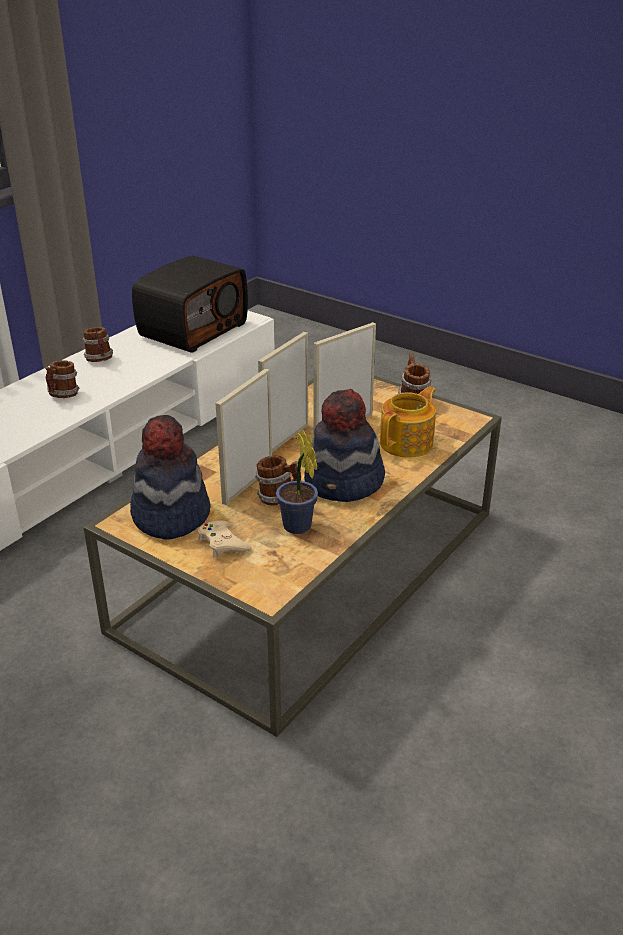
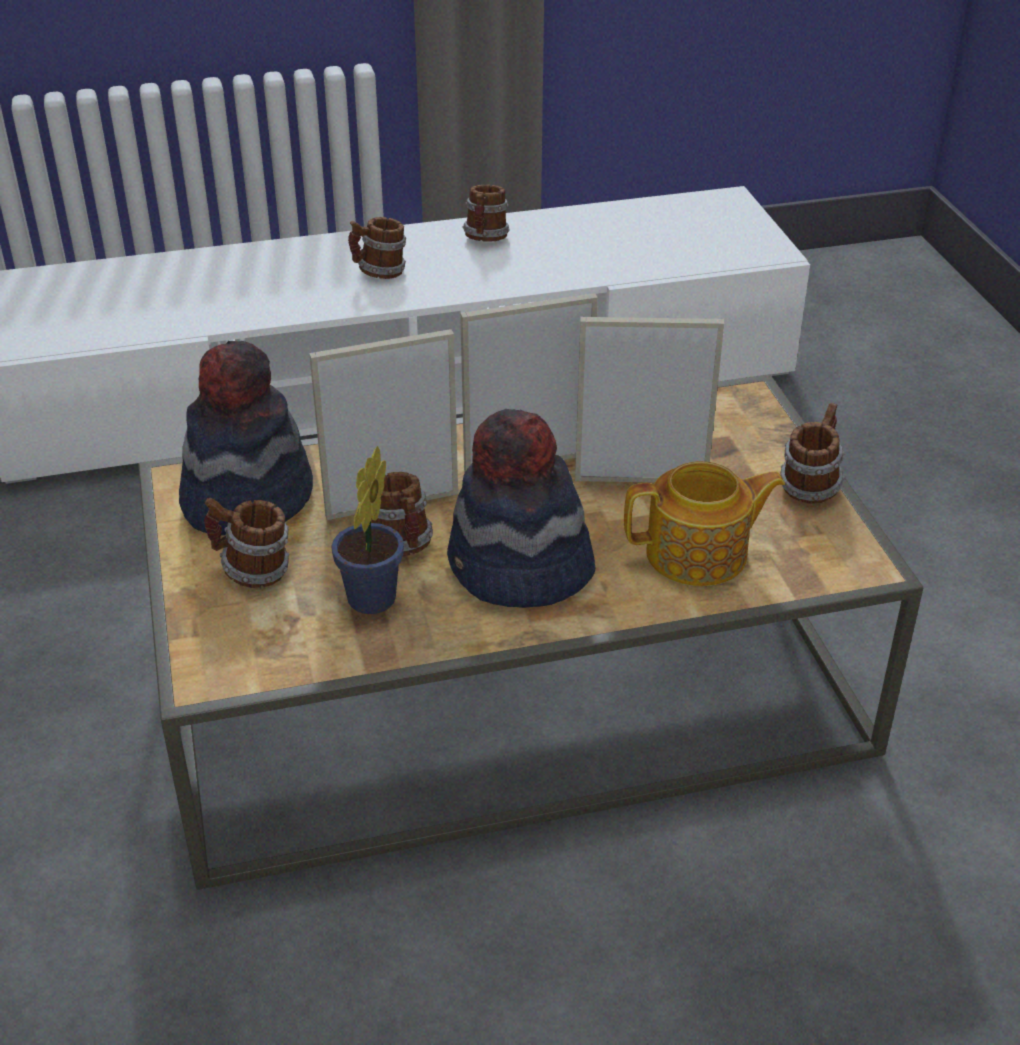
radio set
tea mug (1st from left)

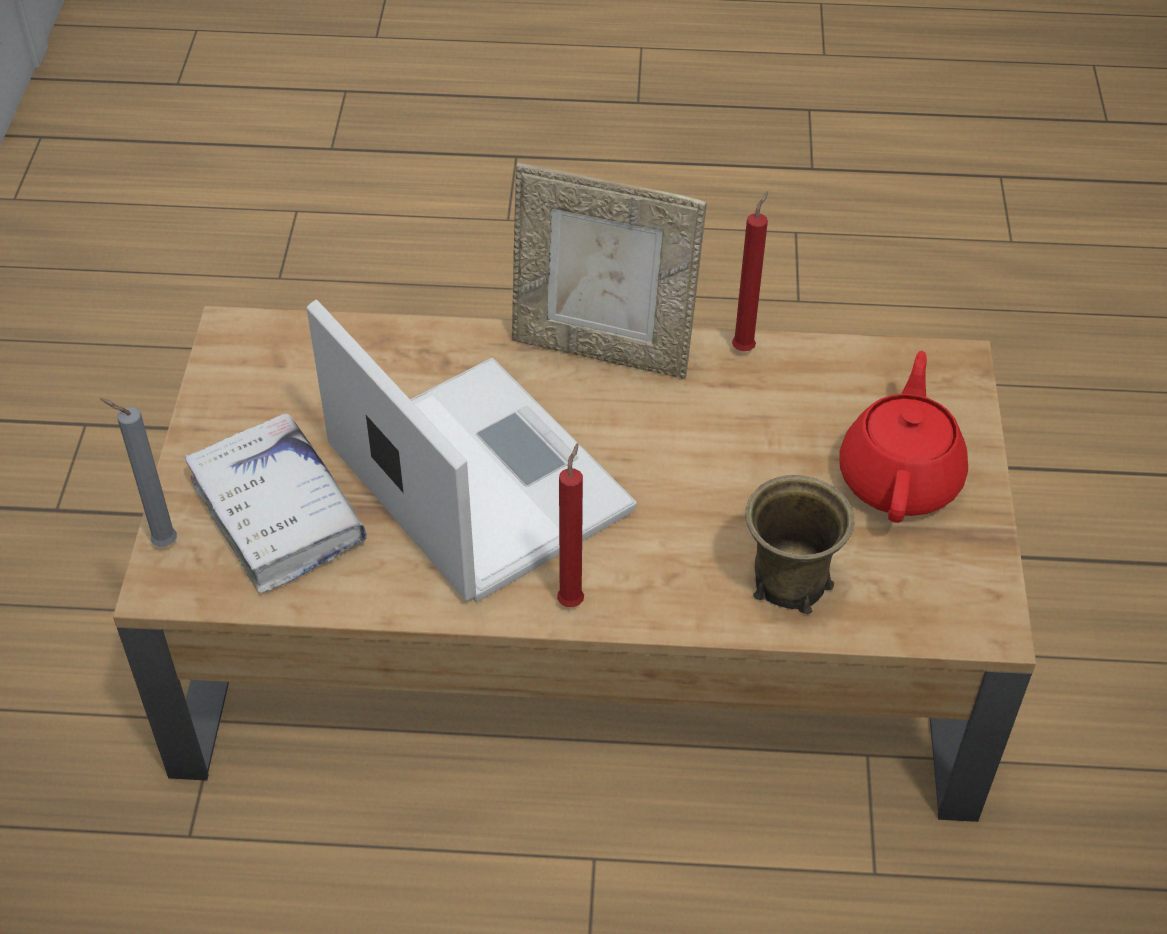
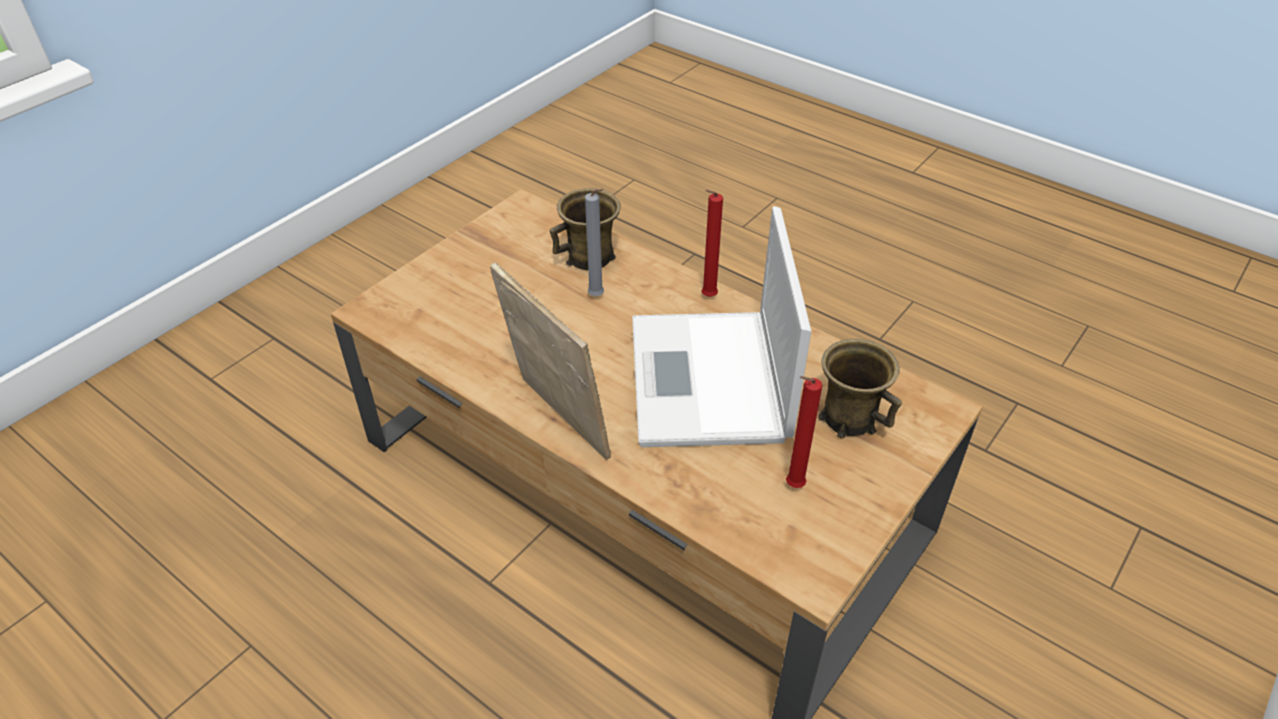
grey wax light
brown-coloured tea mug (2nd from left)
reddish wax light (2nd from left)
reddish teapot

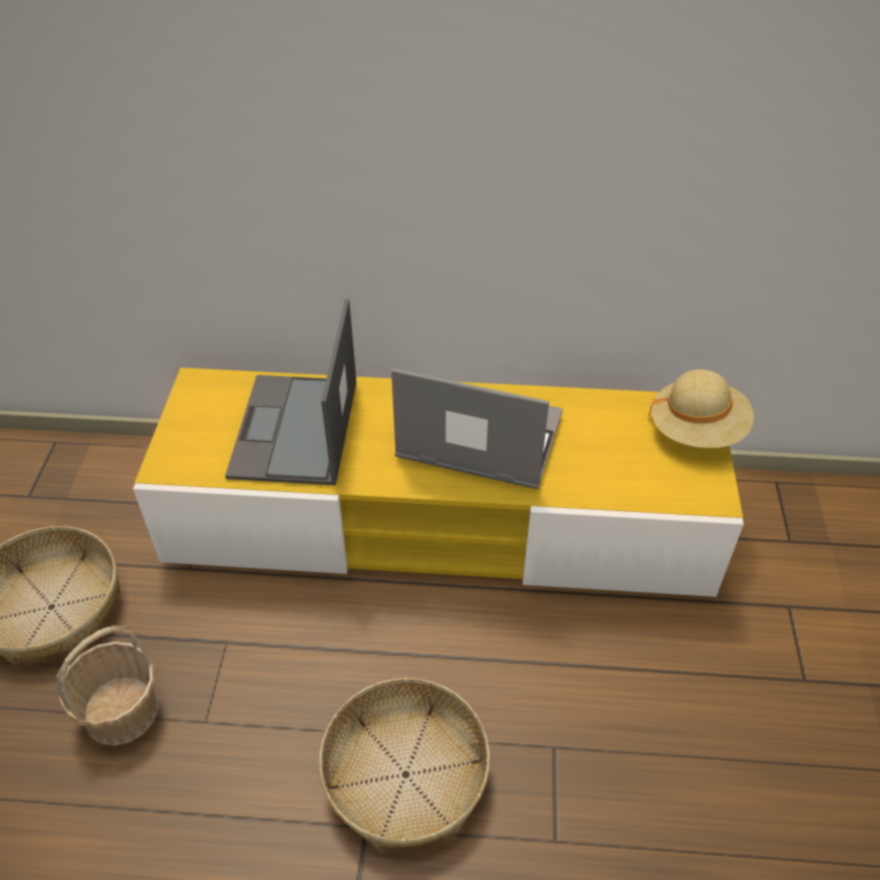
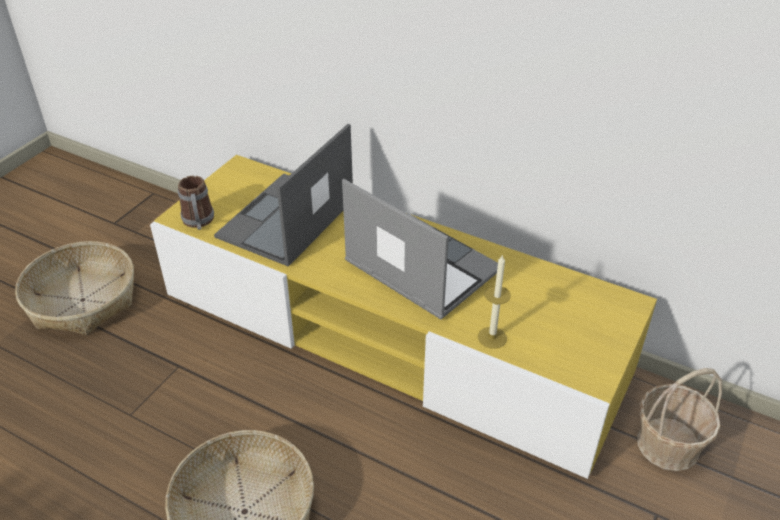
household basket (3rd from left)
beige hat
tea mug
wax light

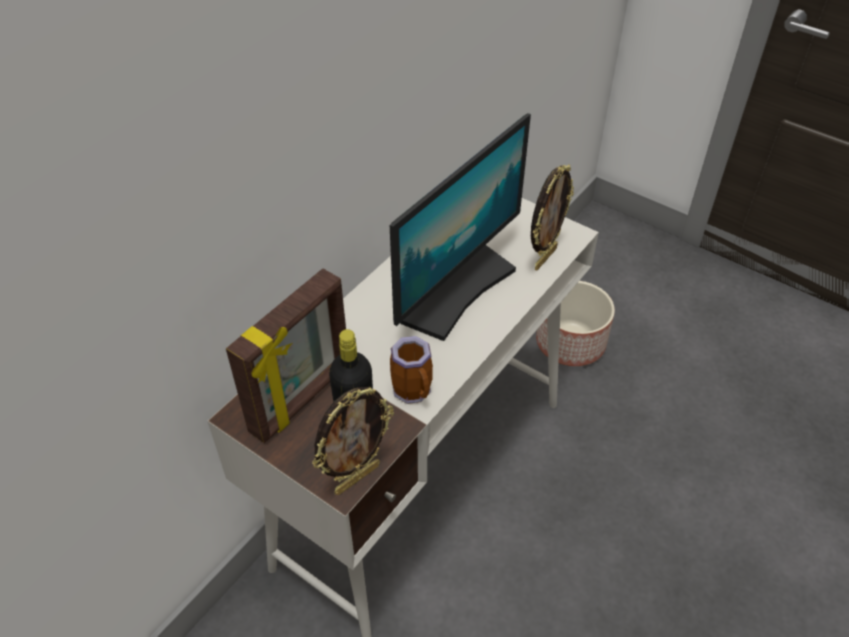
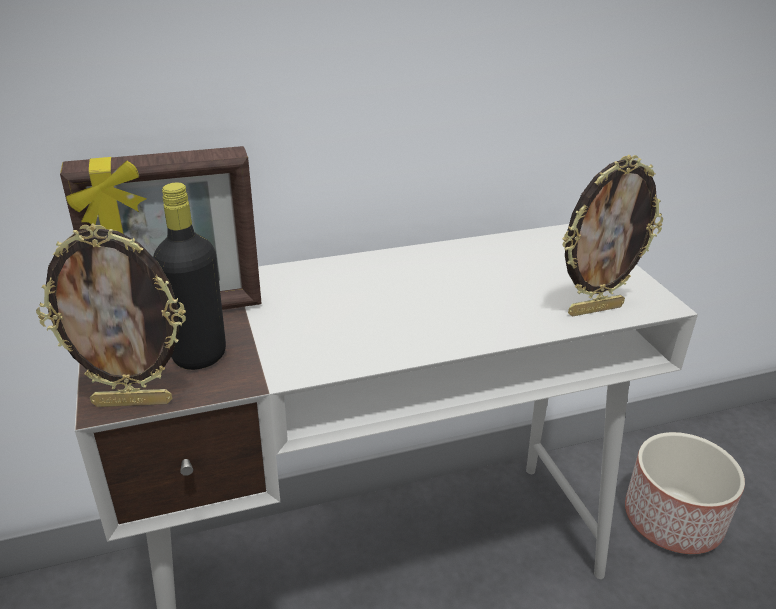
computer display
tea mug

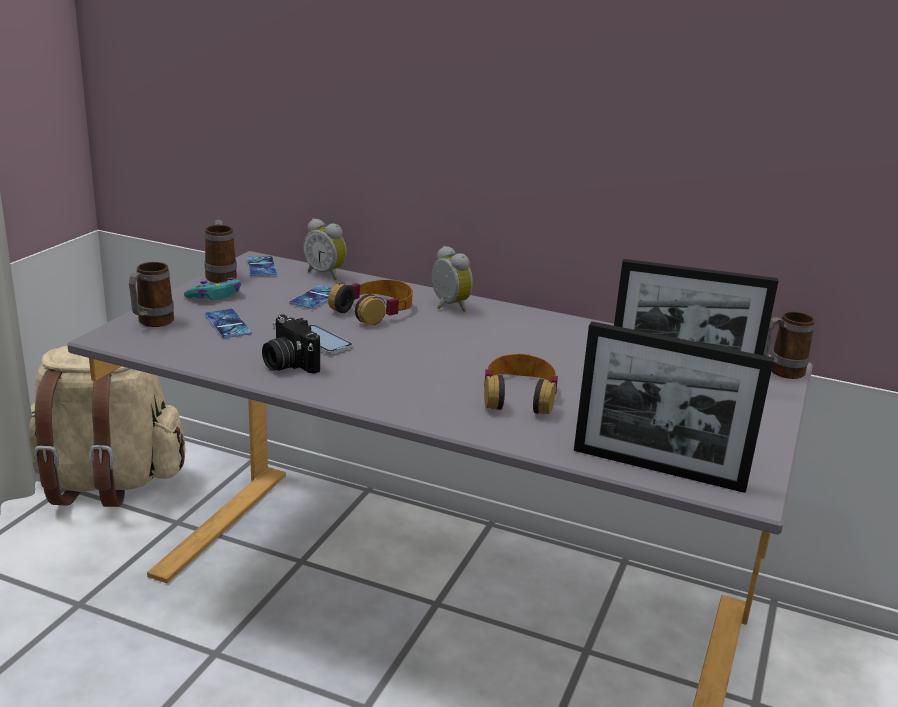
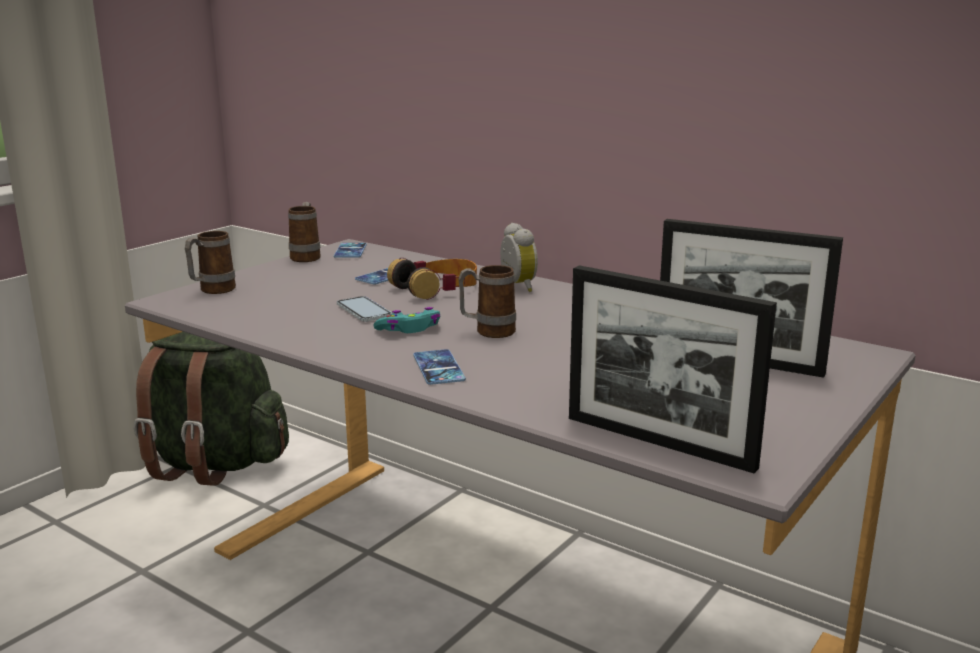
green rucksack
turquoise-coloured game controller
phone (4th from left)
still camera
bedside clock (1st from left in the first image)
pair of headphones (2nd from left in the first image)
tea mug (3rd from left)

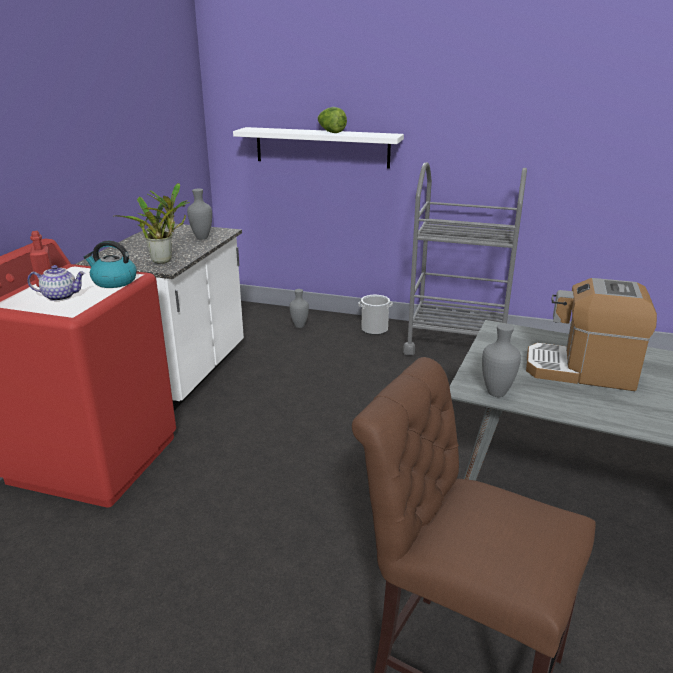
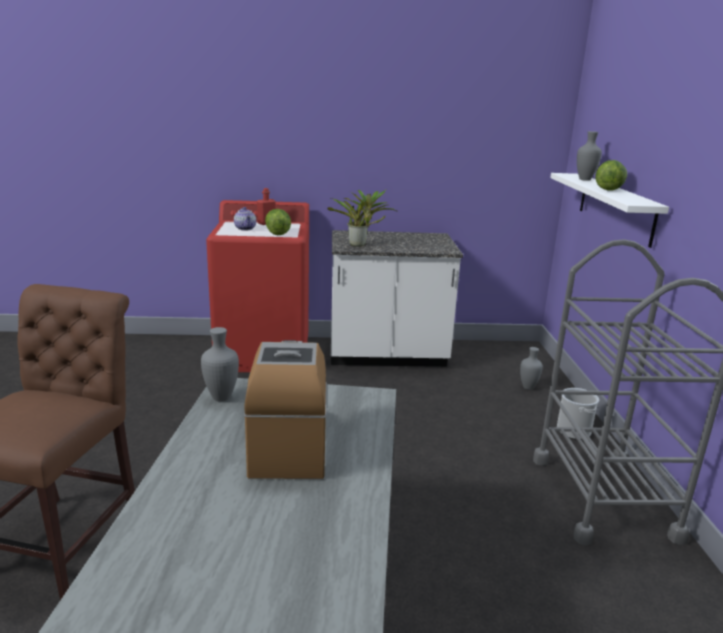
lettuce (1st from left)
grey flower vase (3rd from left)

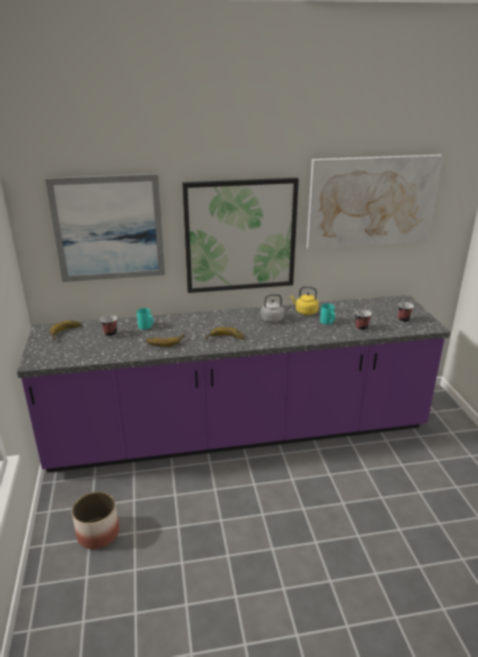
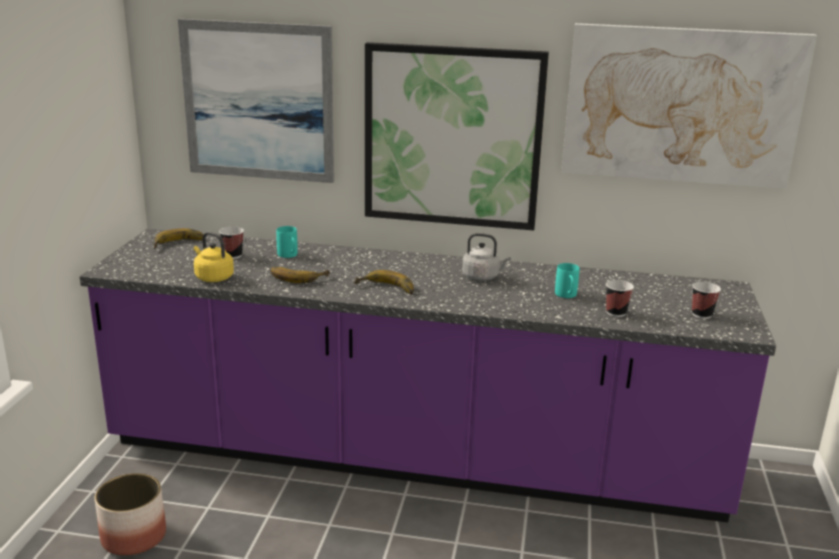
yellow-coloured water kettle

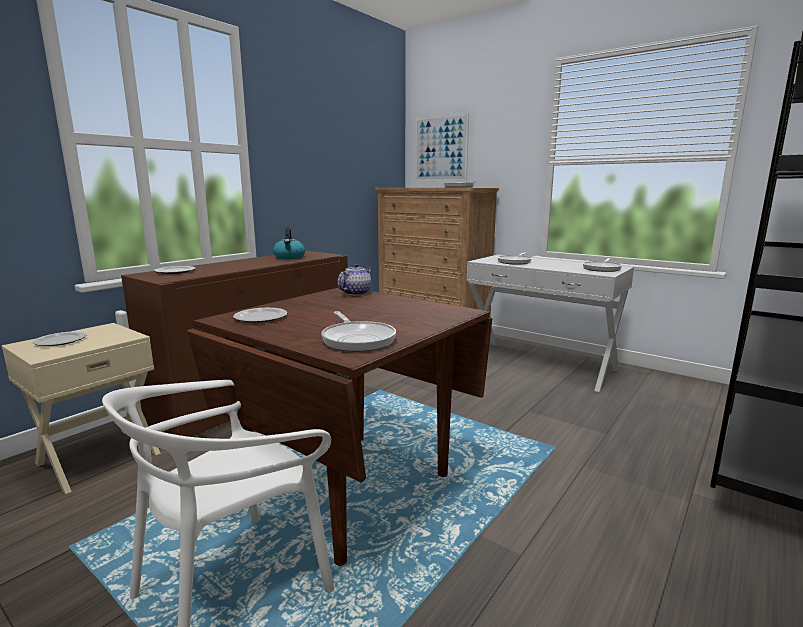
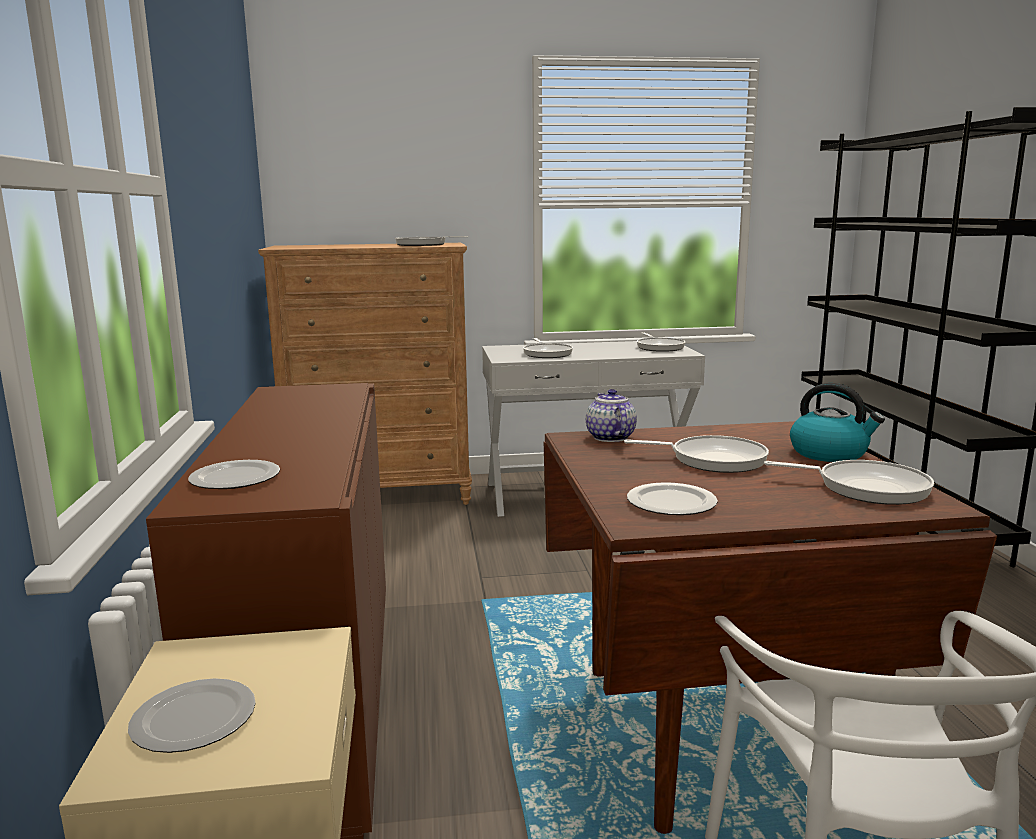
water kettle
wall art
pan (4th from left)

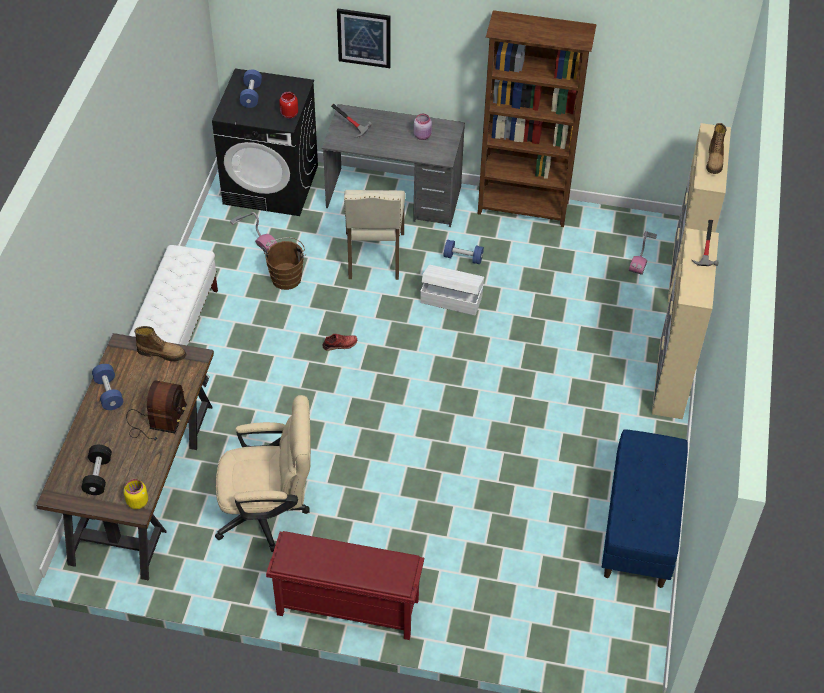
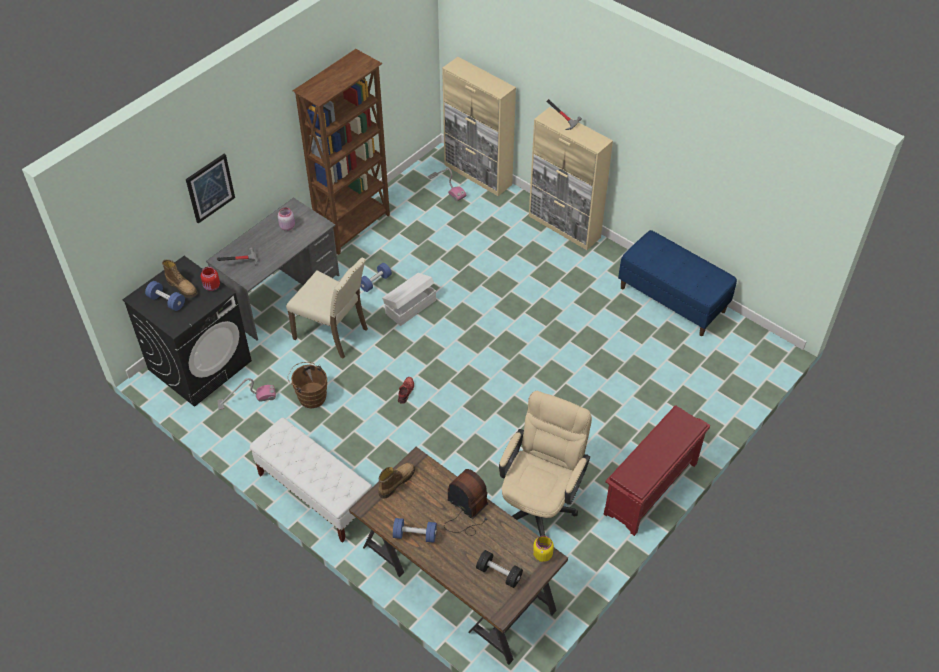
high-top boot (1st from left)

